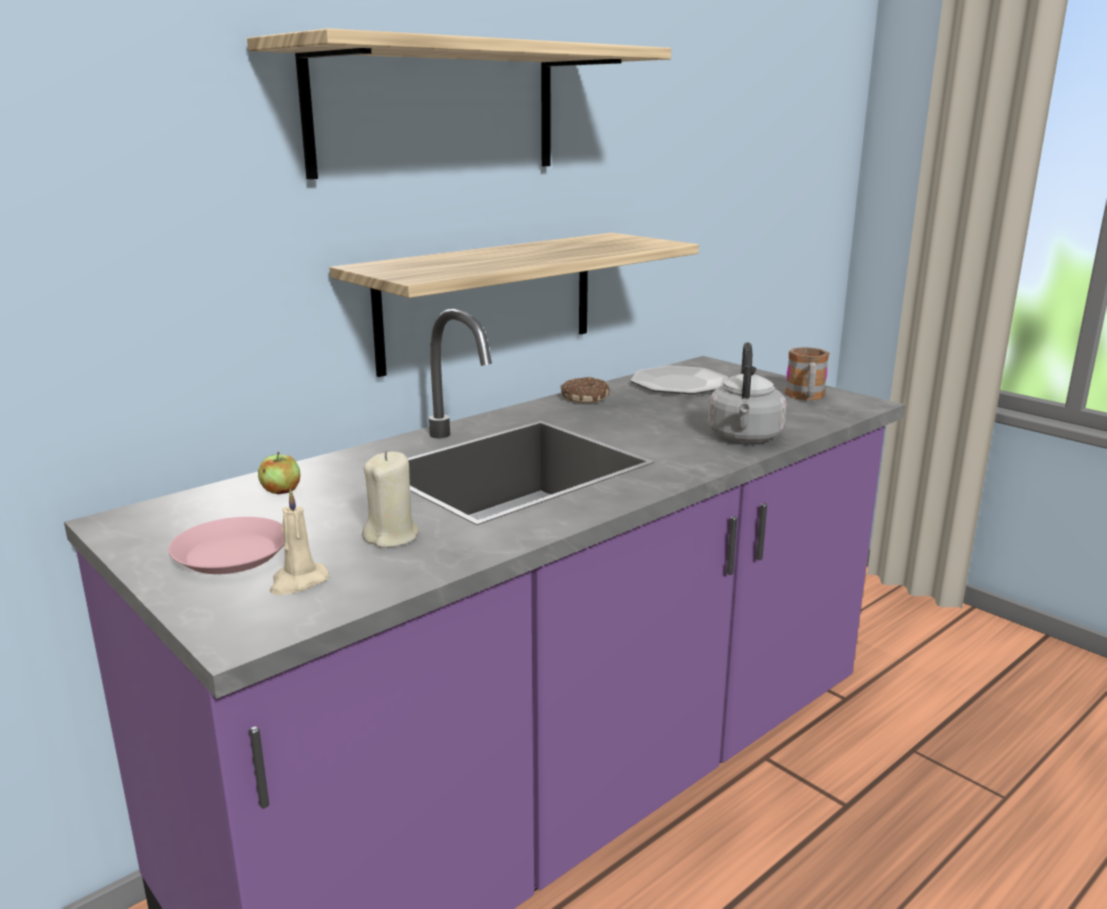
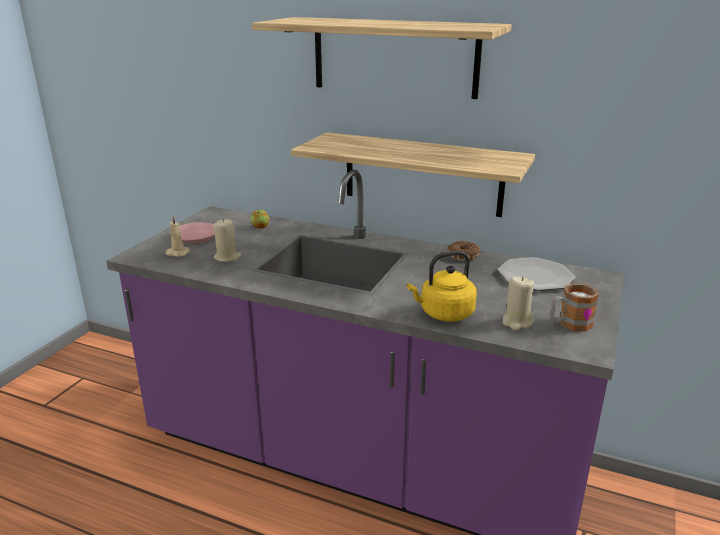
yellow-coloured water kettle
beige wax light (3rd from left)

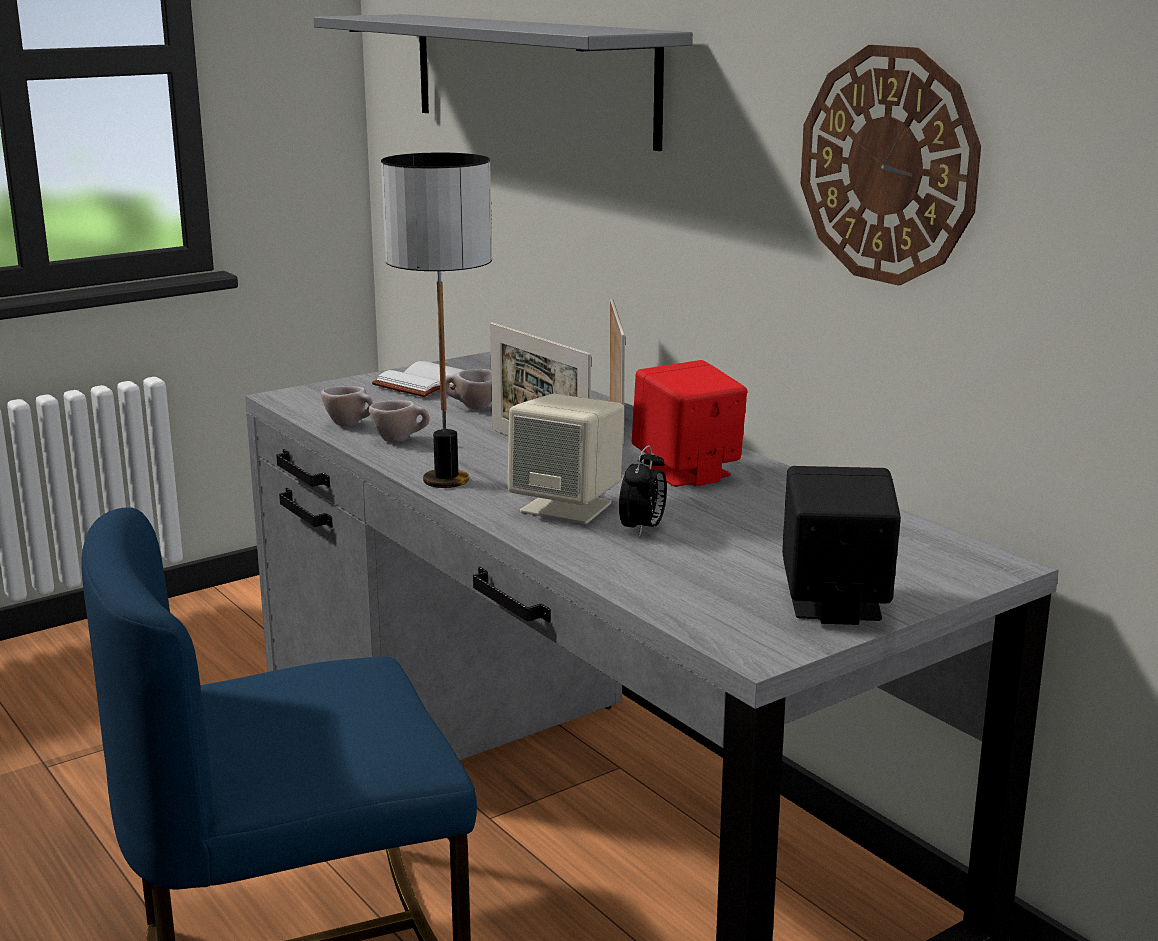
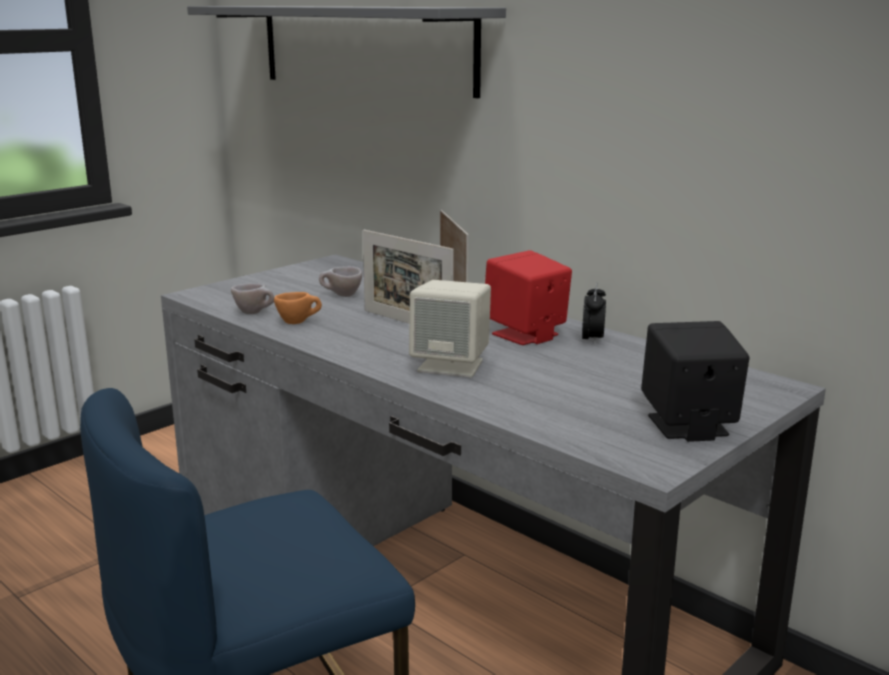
orange small cup
whitish bound book
table lamp
bedside clock
clock on the wall

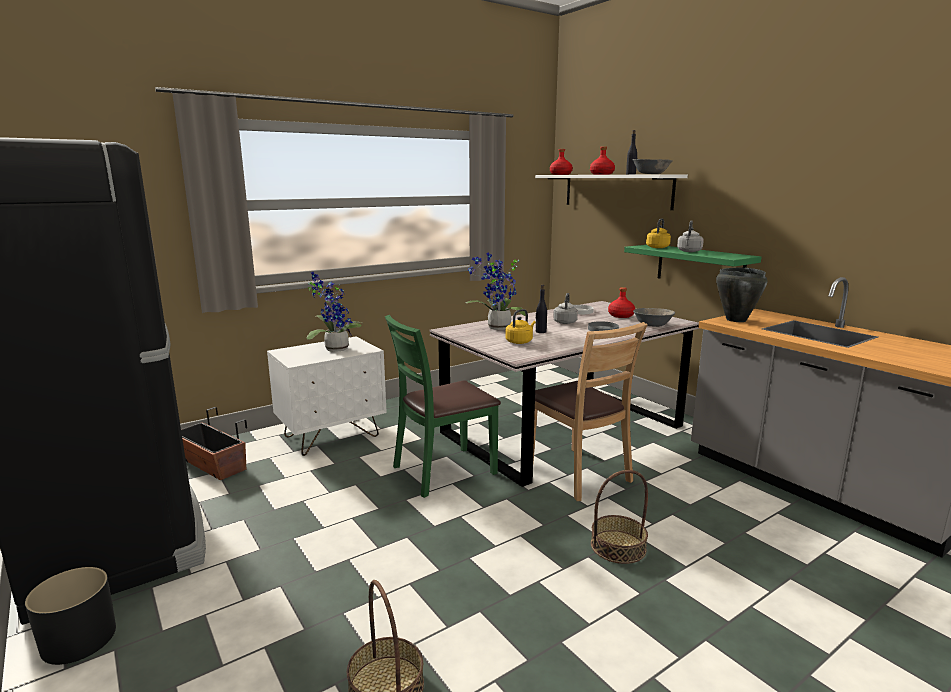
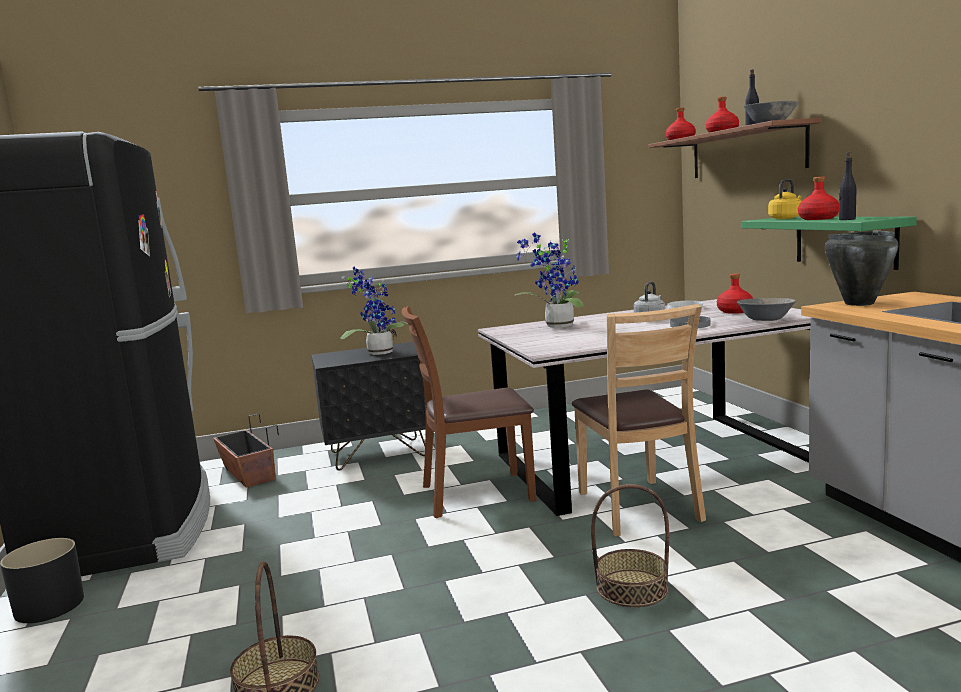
black-coloured nightstand
brown-coloured plain chair (1st from left)
yellow-coloured water kettle (1st from left in the first image)
brown-coloured bracket shelf
black-coloured drink bottle (2nd from left)
reddish drink bottle (4th from left)

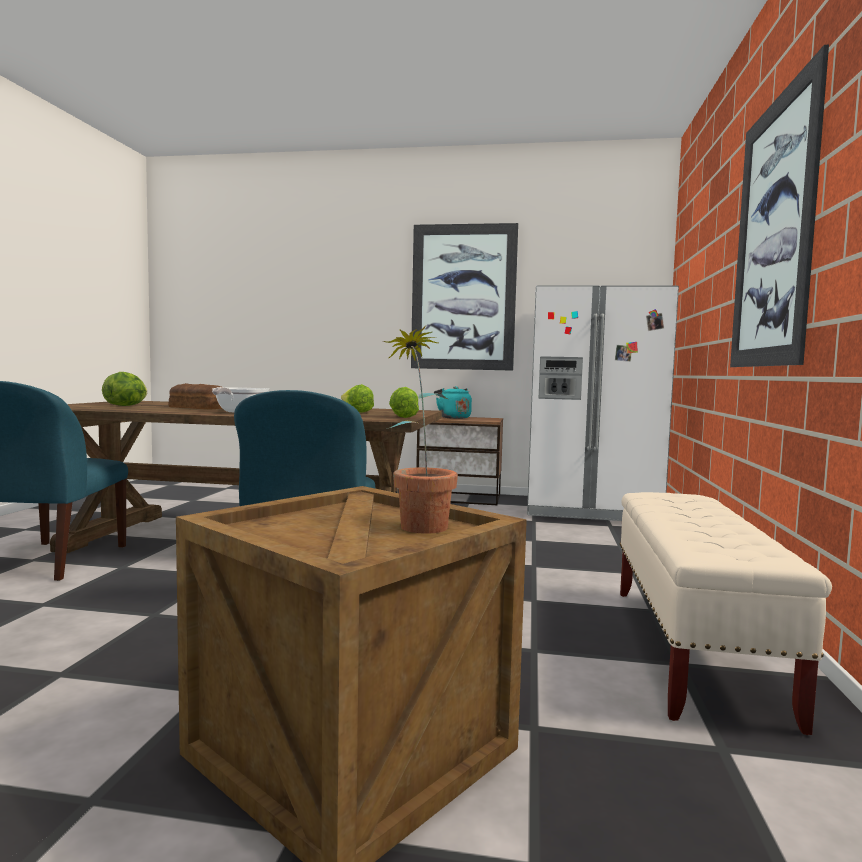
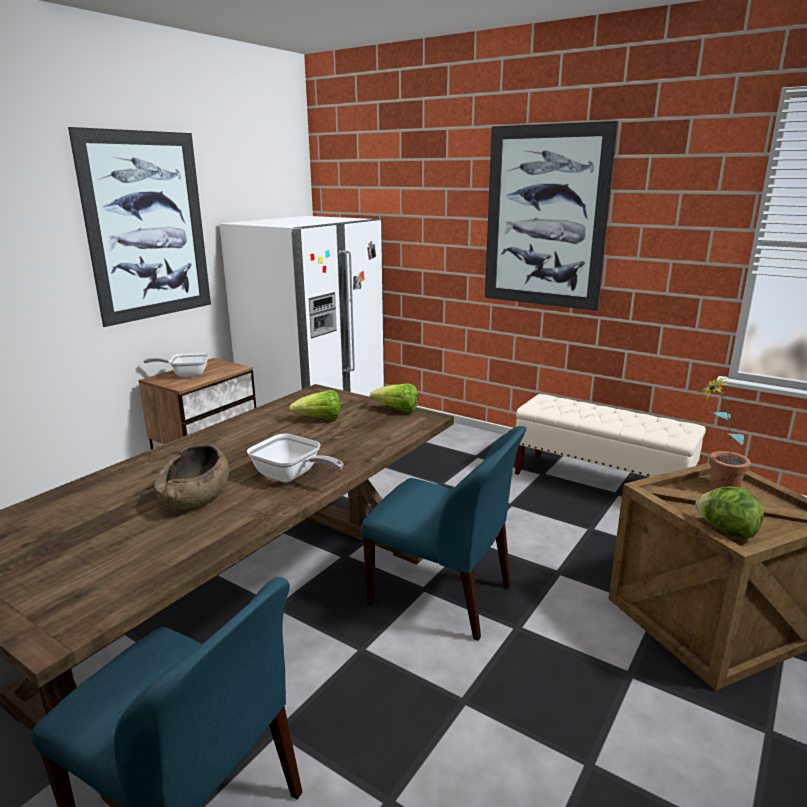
lettuce (3rd from left)
brown-coloured bowl
pan (1st from left)

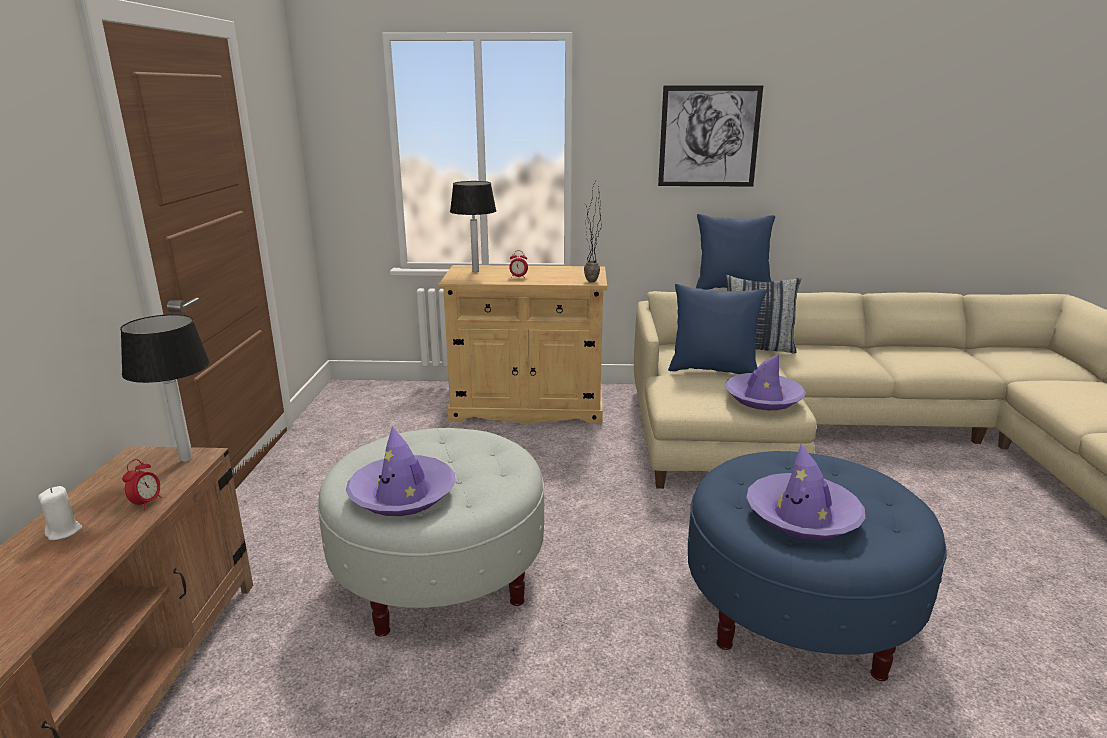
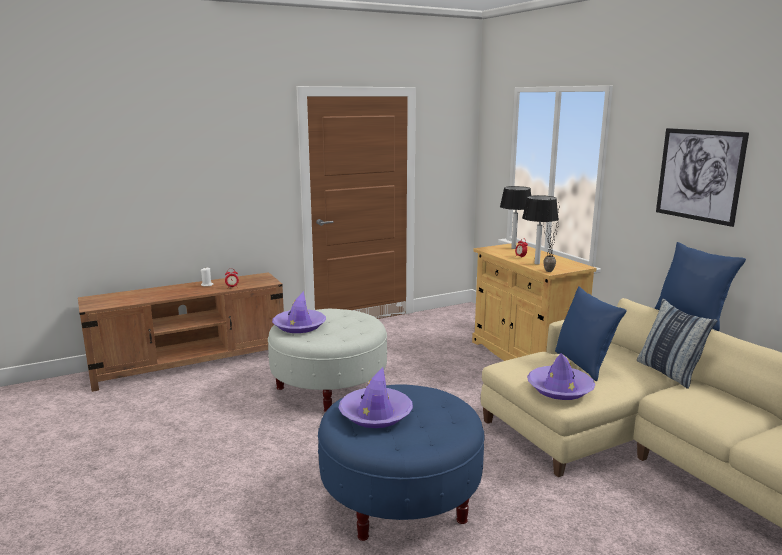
table lamp (2nd from left)

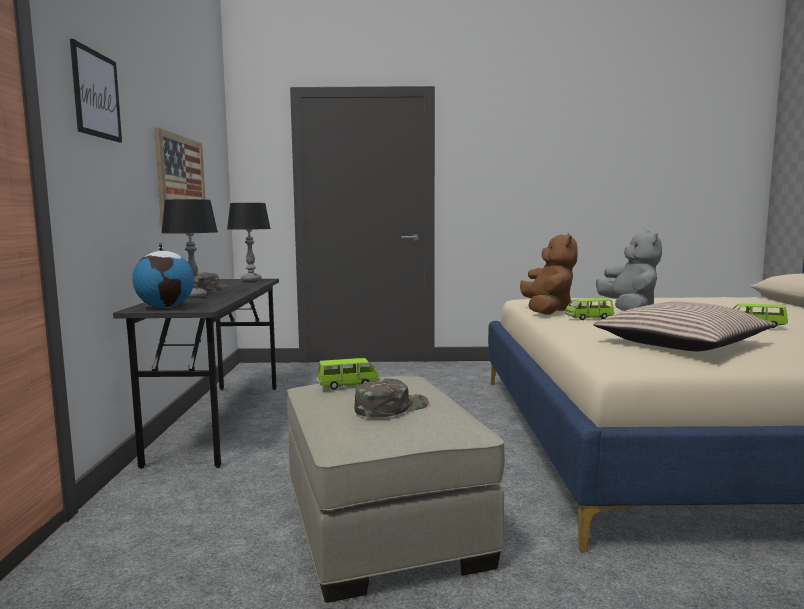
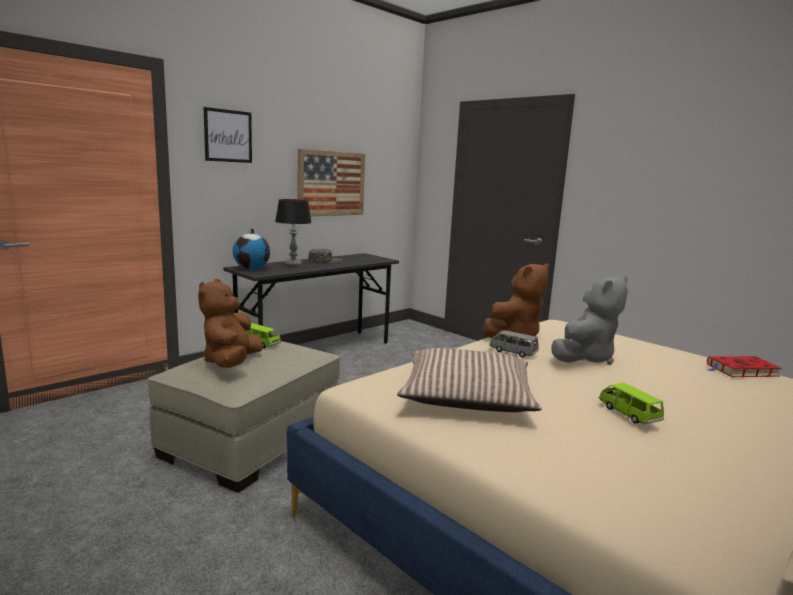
table lamp (2nd from left in the first image)
brown-coloured soft toy (1st from left)
grey model car
reddish bound book

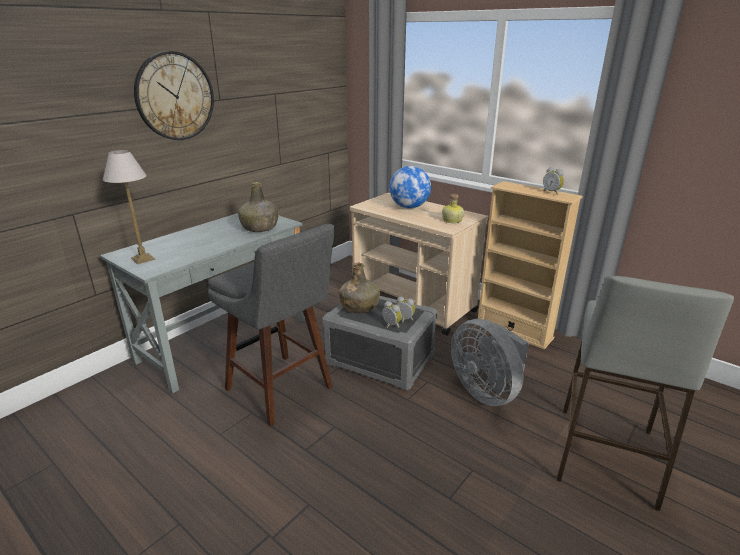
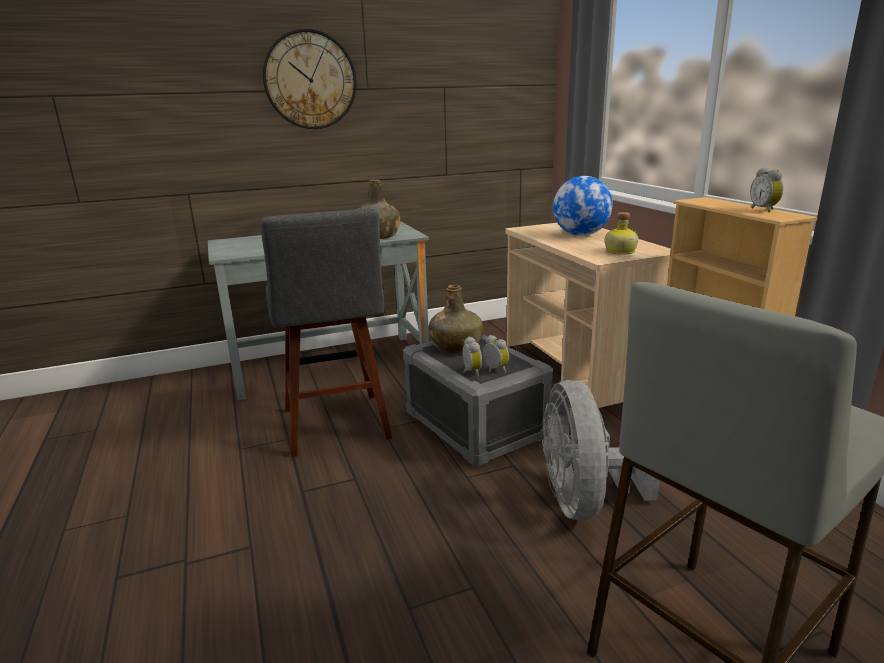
table lamp

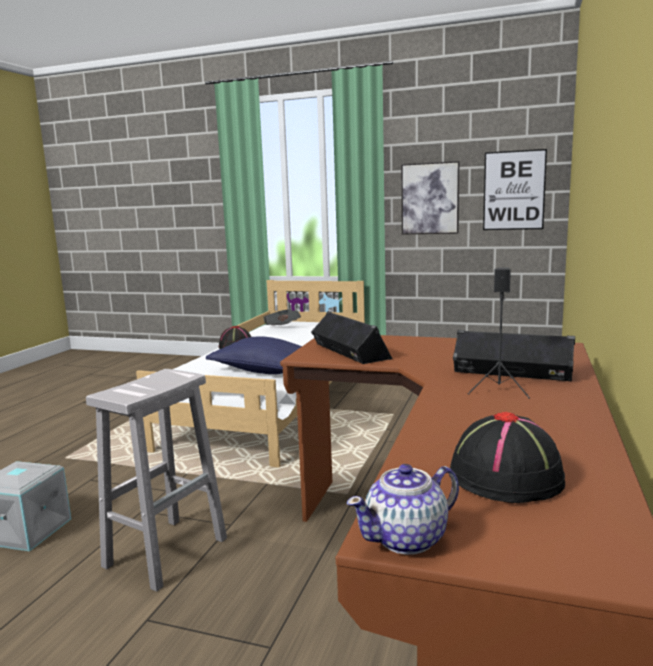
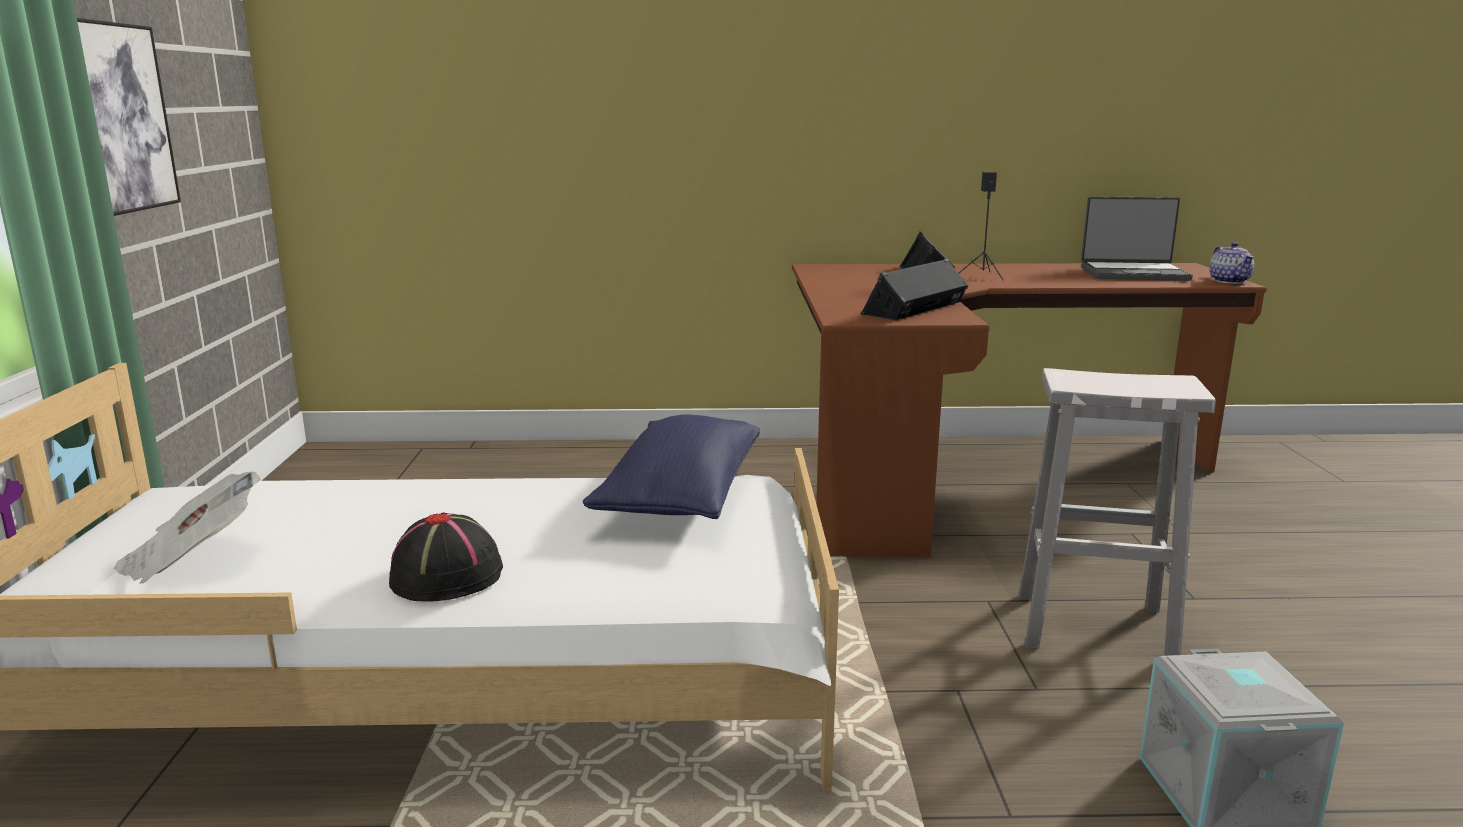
teapot
notebook computer
wall art (2nd from left in the first image)

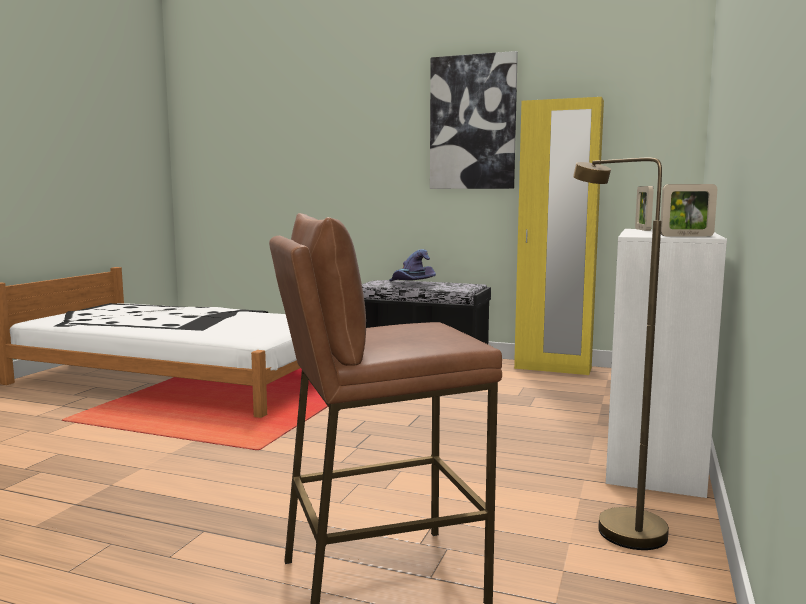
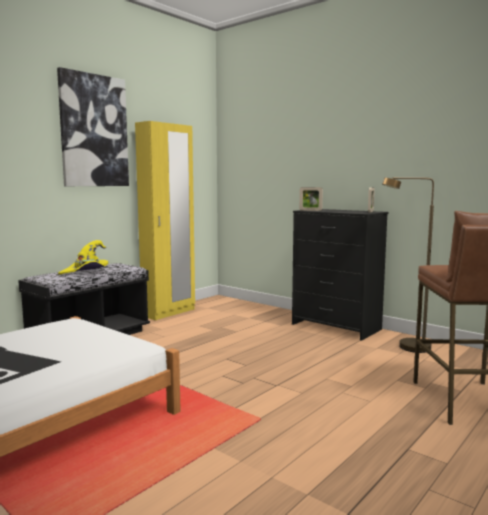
yellow-coloured hat
black-coloured drawer chest

